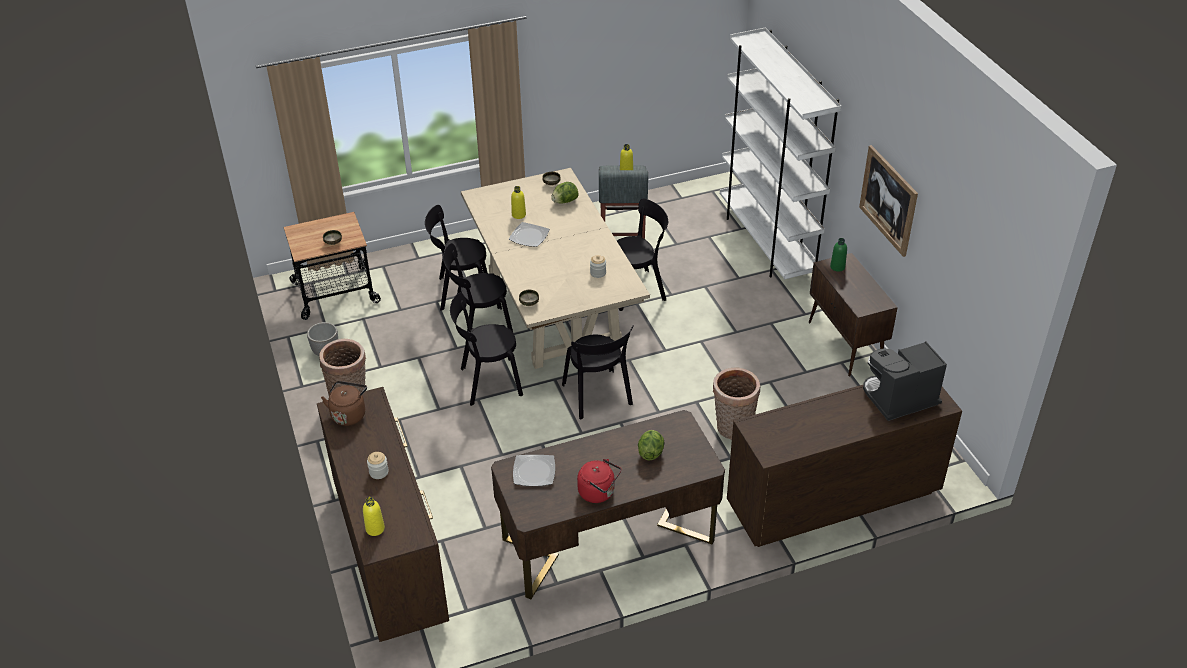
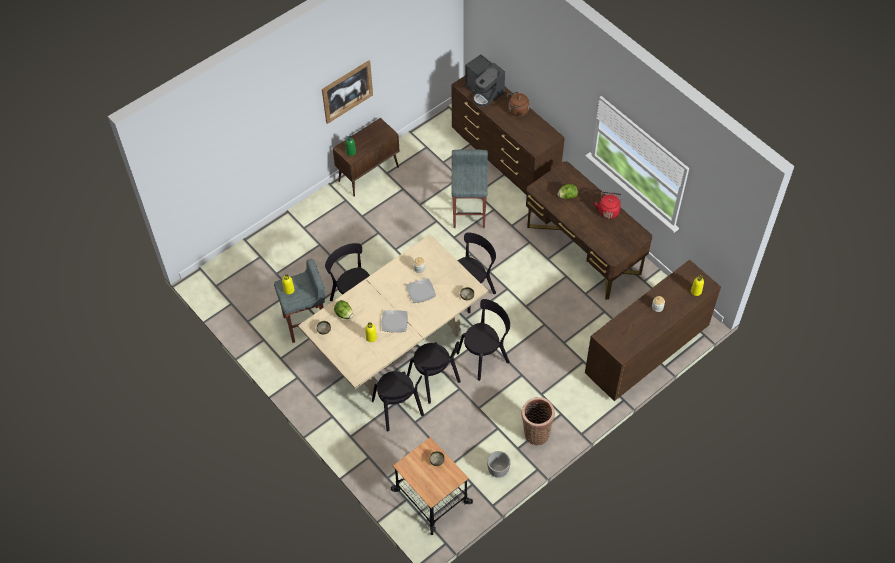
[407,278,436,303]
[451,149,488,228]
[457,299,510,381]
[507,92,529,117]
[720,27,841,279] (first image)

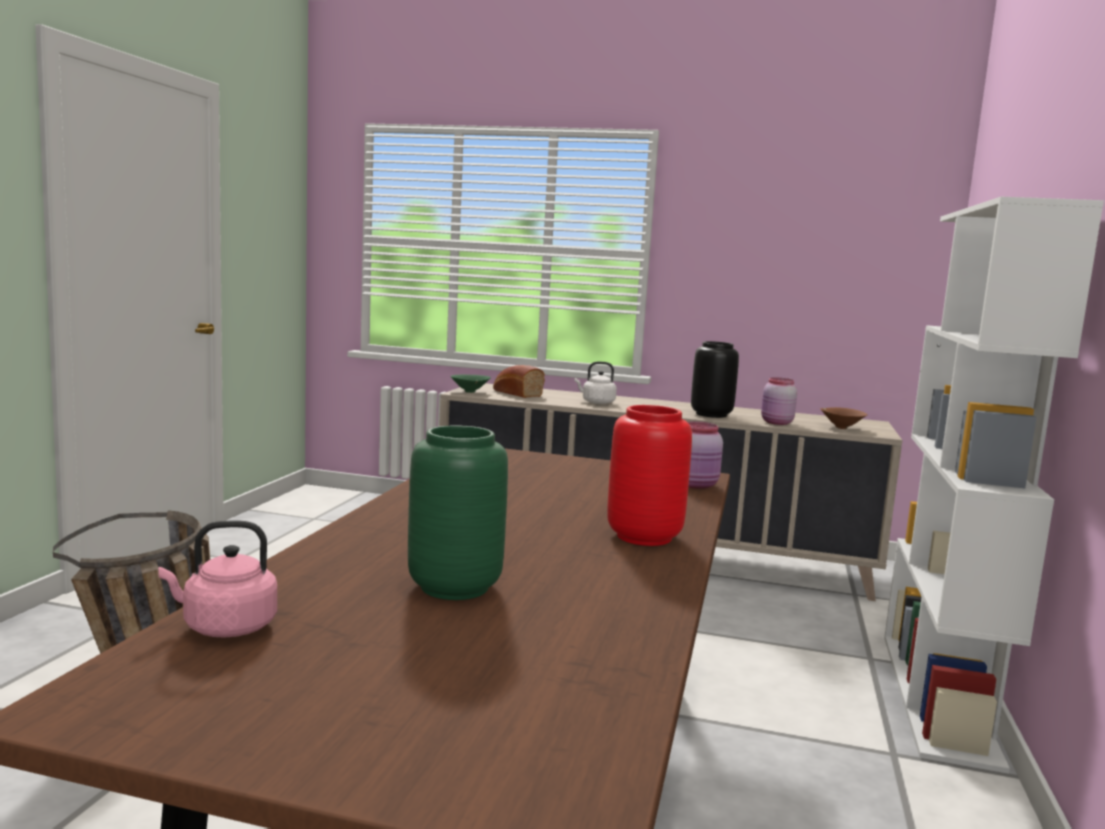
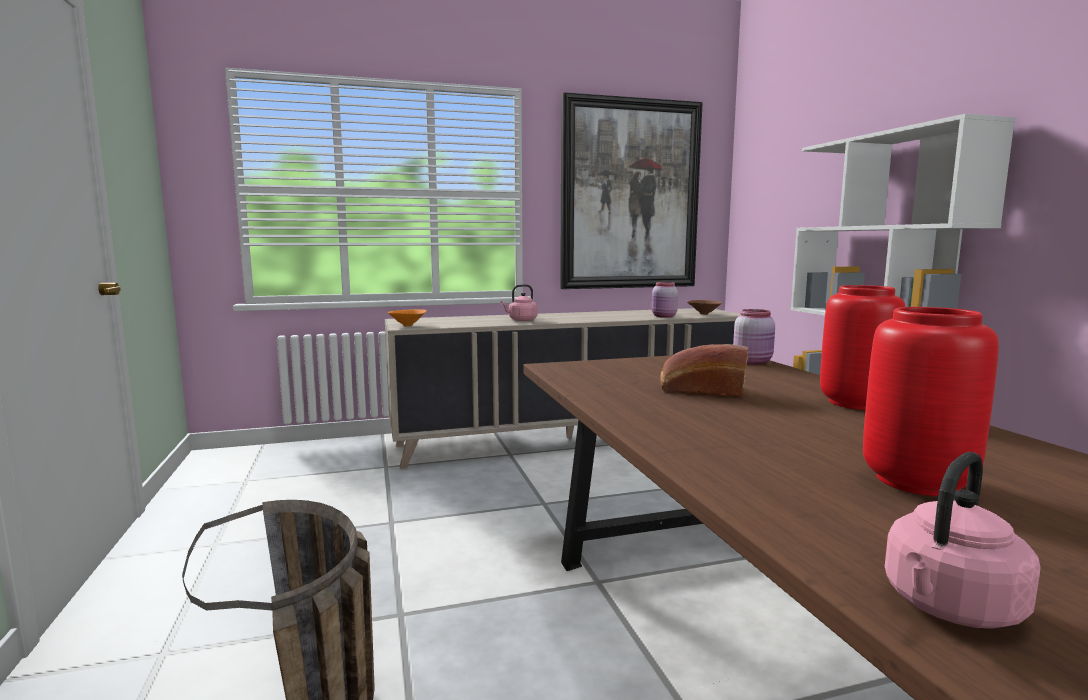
[387,309,427,326]
[501,284,538,321]
[560,92,703,289]
[660,344,748,397]
[863,307,999,496]
[691,341,739,418] (first image)

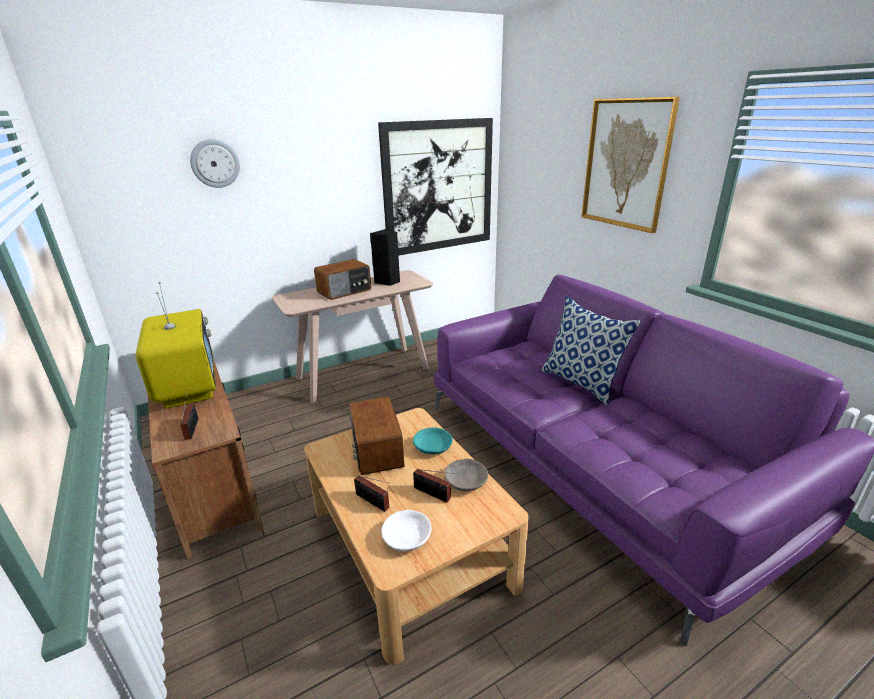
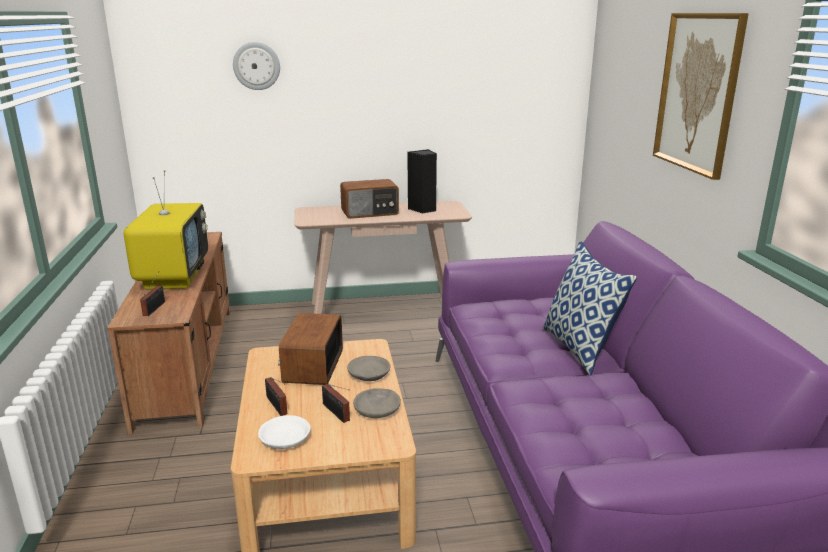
[347,356,390,381]
[378,118,493,256] (first image)

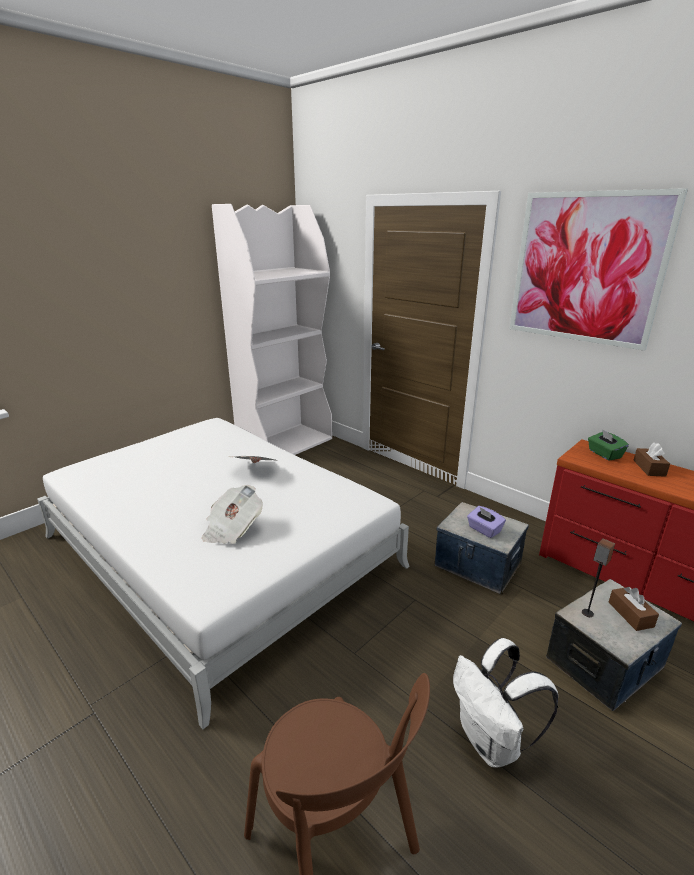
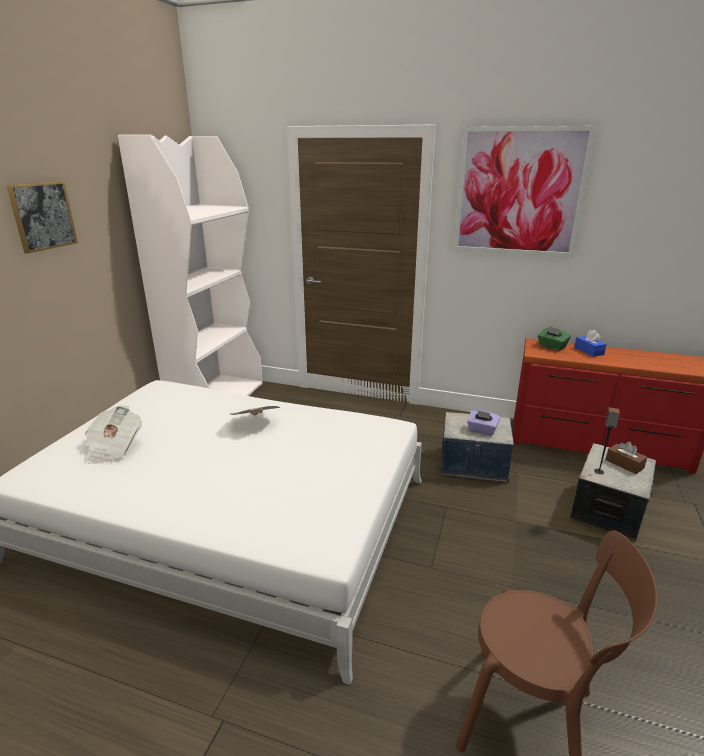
[6,181,78,254]
[84,405,142,464]
[574,330,607,357]
[453,638,558,768] (first image)

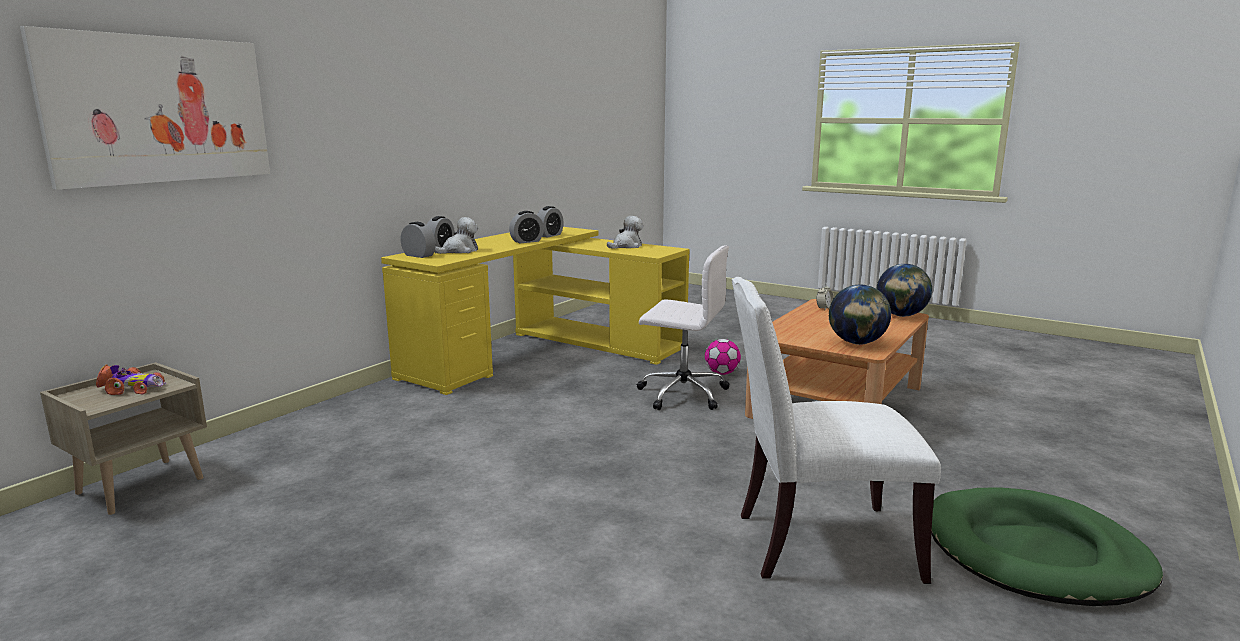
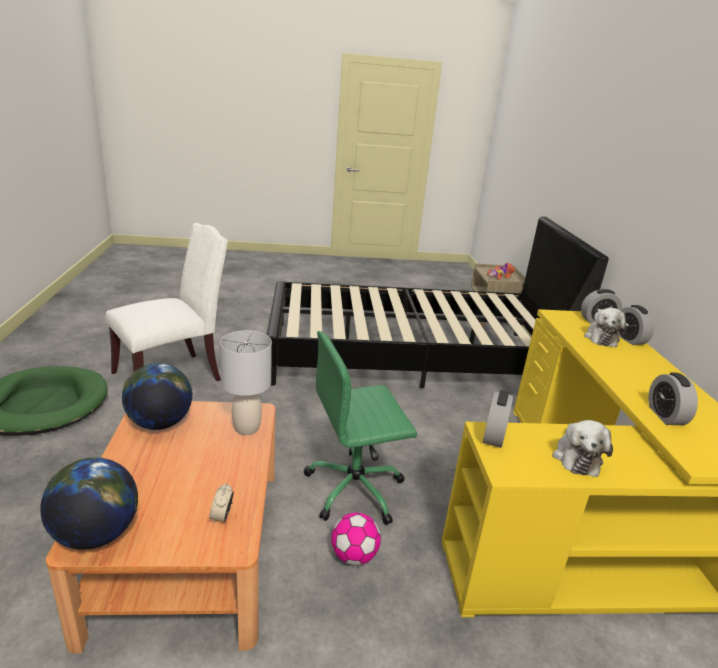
[220,331,272,435]
[267,217,609,388]
[304,331,417,525]
[483,390,513,448]
[20,26,270,190] (first image)

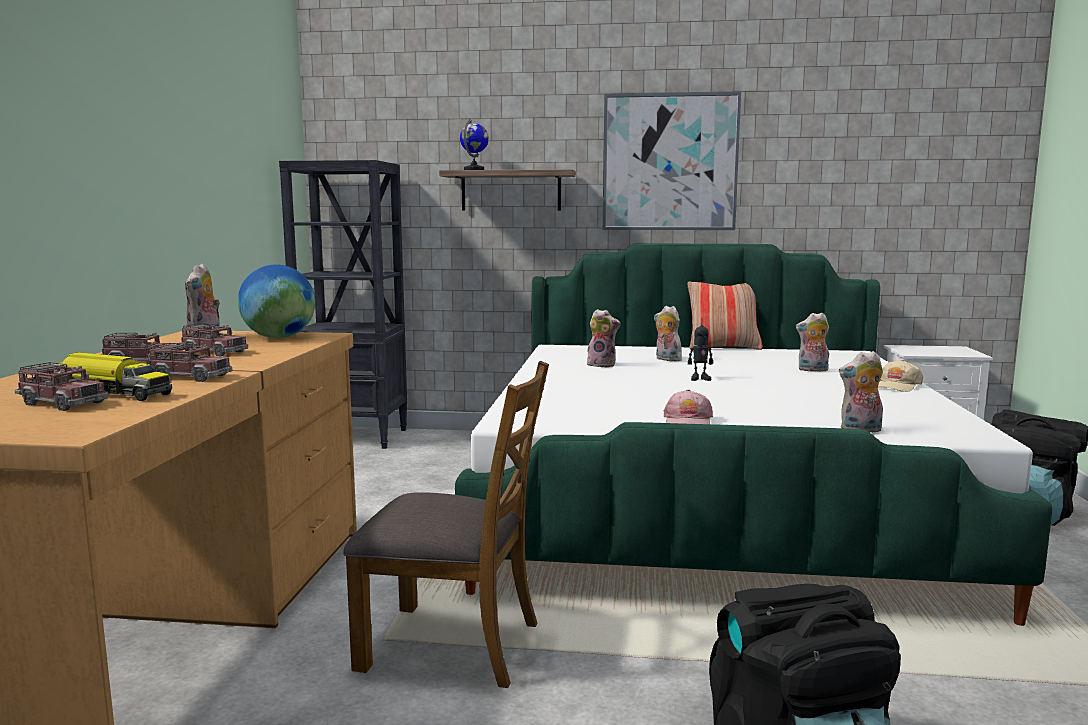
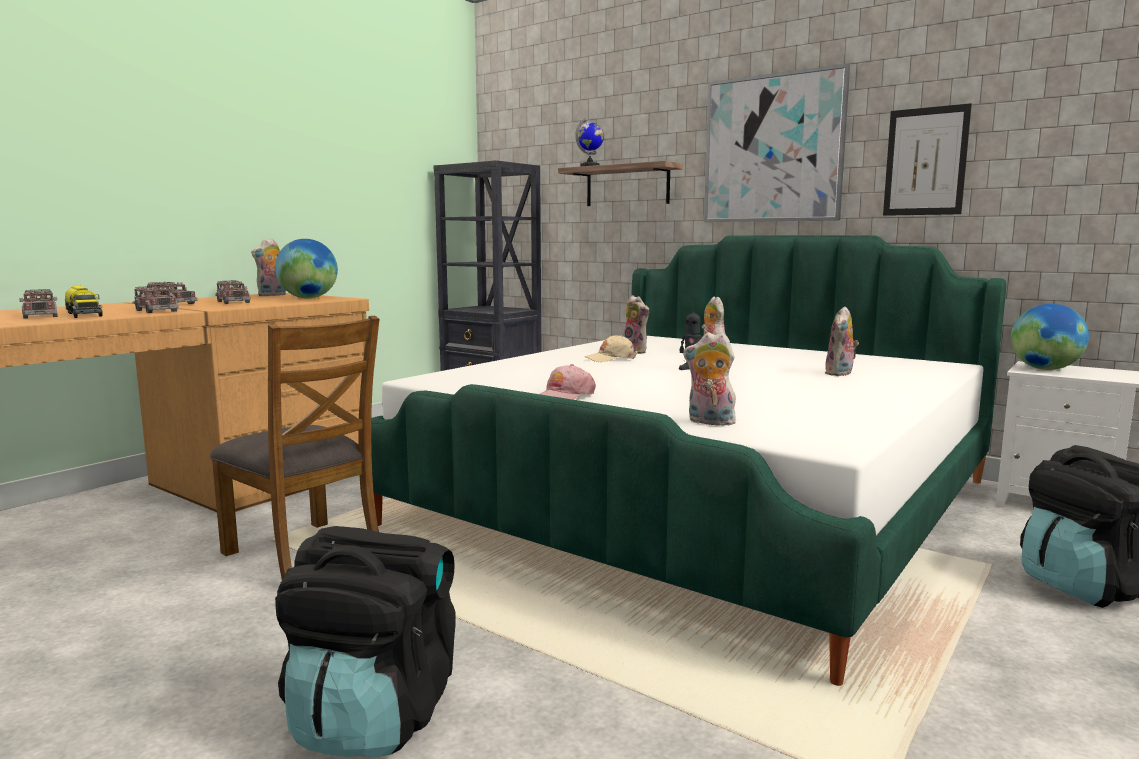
[585,335,638,362]
[825,306,859,376]
[883,103,972,216]
[1011,304,1089,370]
[688,282,763,350] (first image)

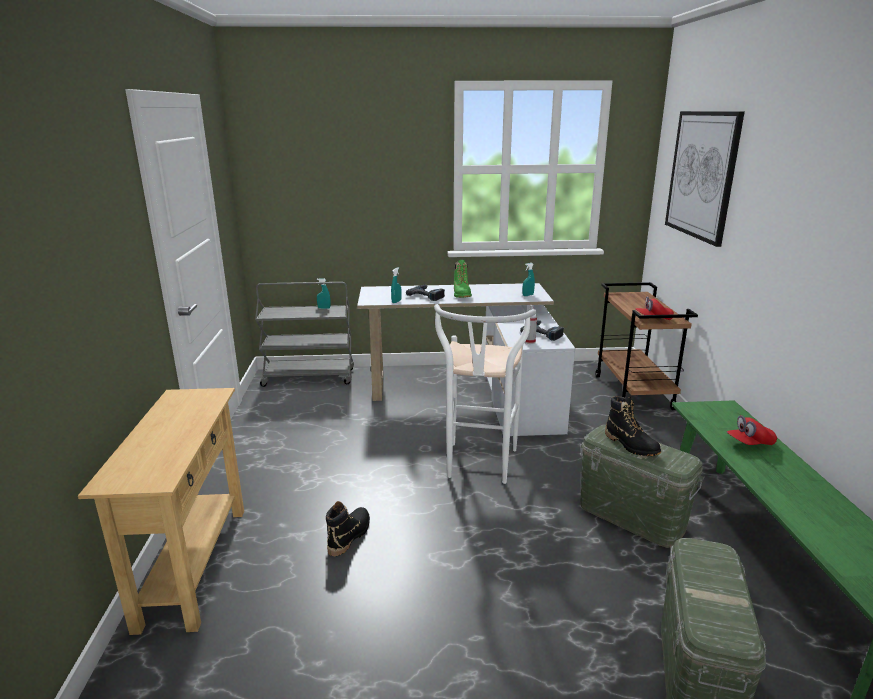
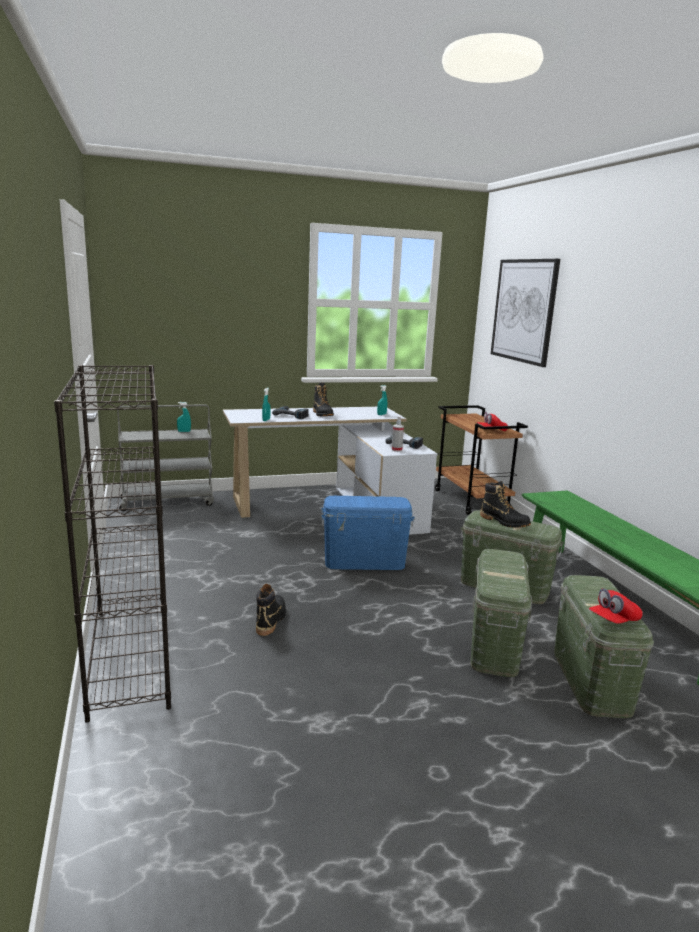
[54,365,171,723]
[313,383,334,416]
[321,496,414,570]
[471,549,532,677]
[589,588,643,624]

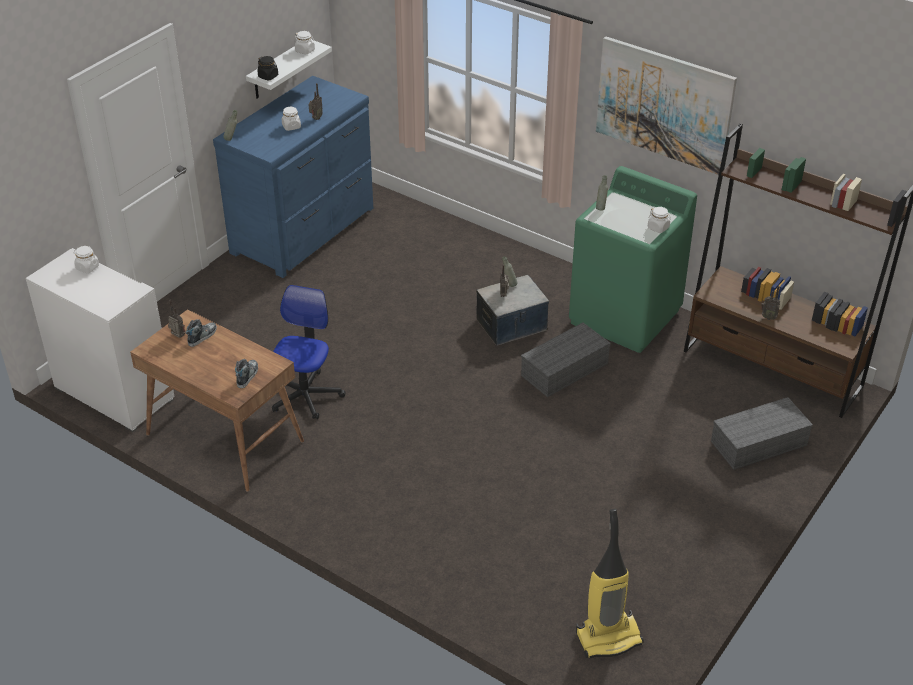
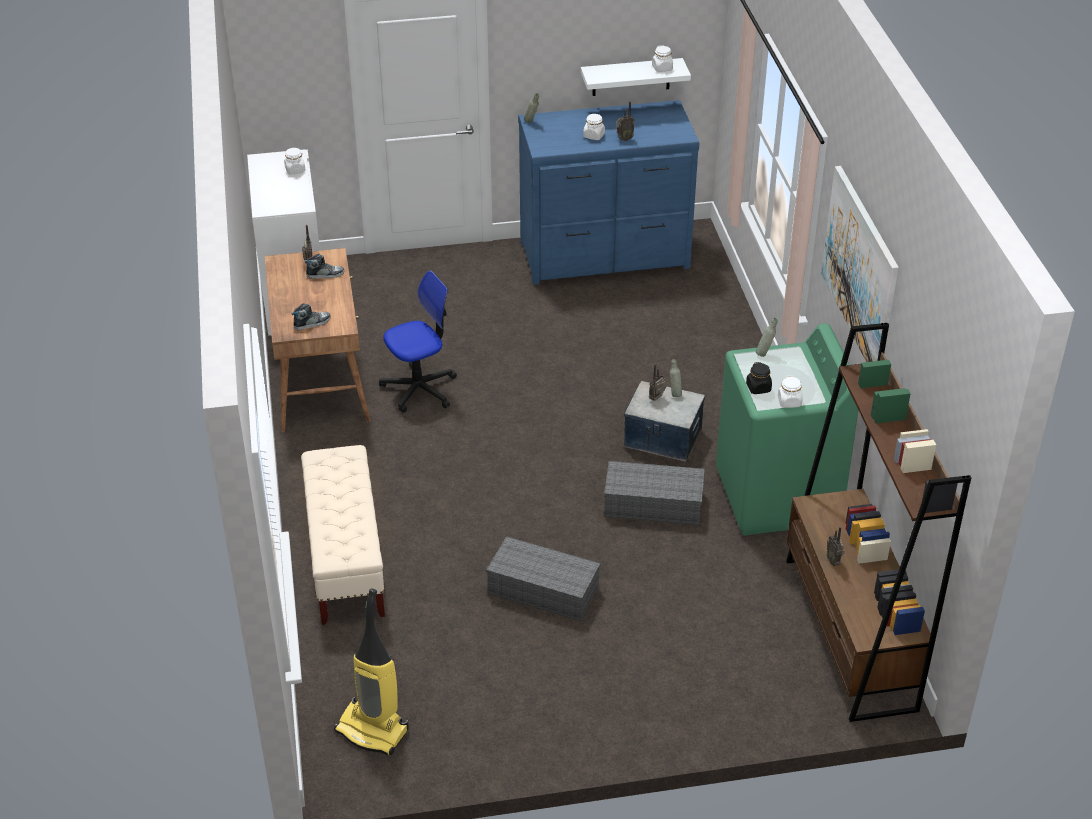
[301,445,385,625]
[486,536,600,621]
[746,362,772,394]

